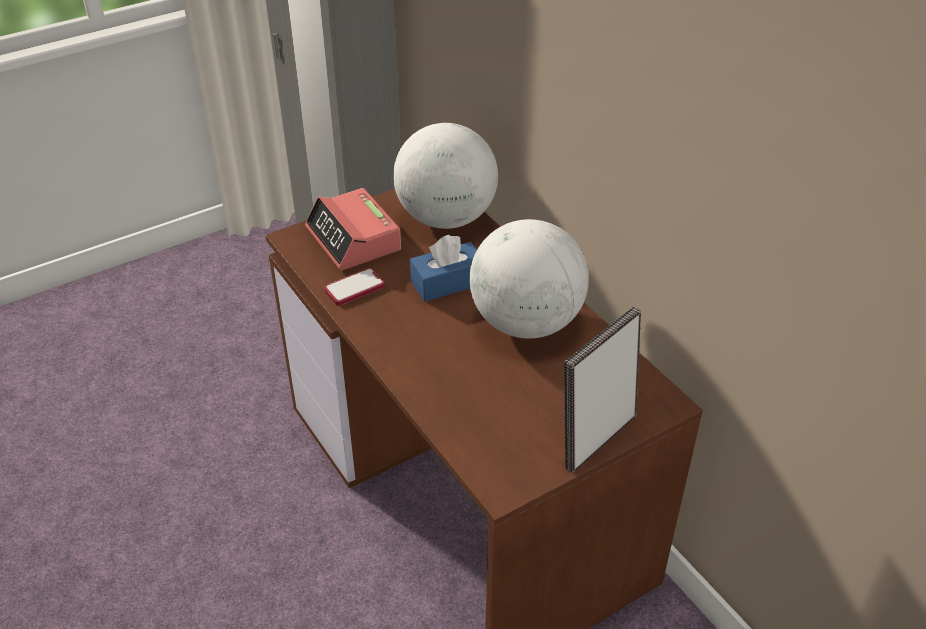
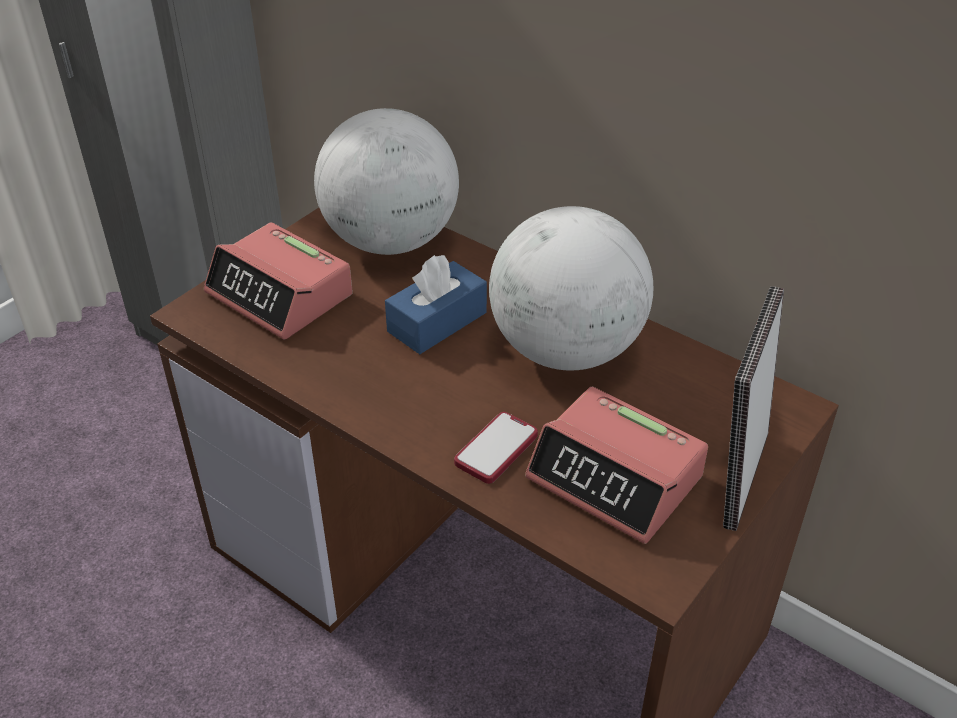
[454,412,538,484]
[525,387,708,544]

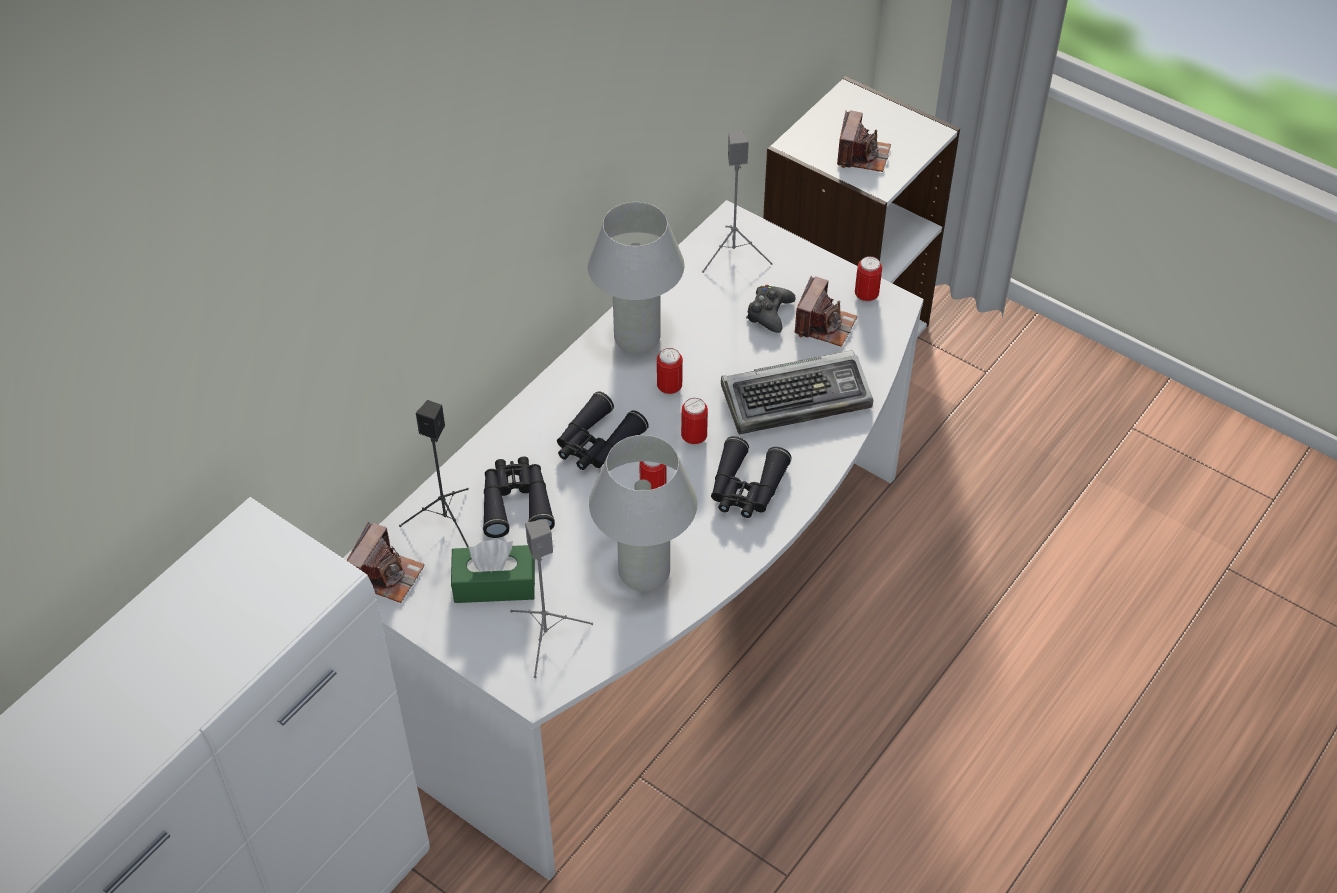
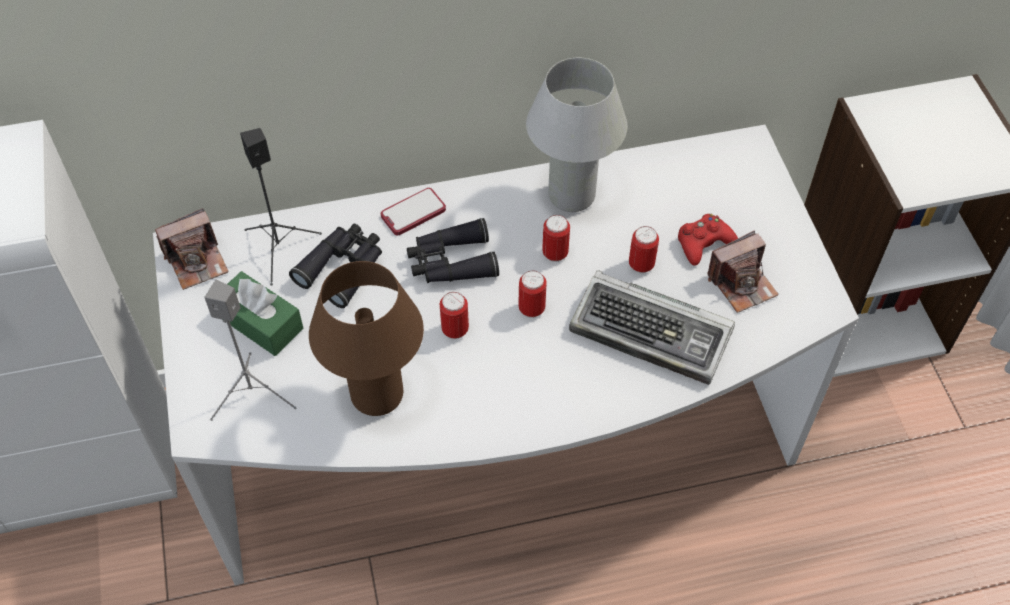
[309,261,424,416]
[381,188,446,235]
[629,226,659,273]
[678,214,738,266]
[702,131,773,273] (first image)
[711,436,791,518] (first image)
[837,110,891,172] (first image)

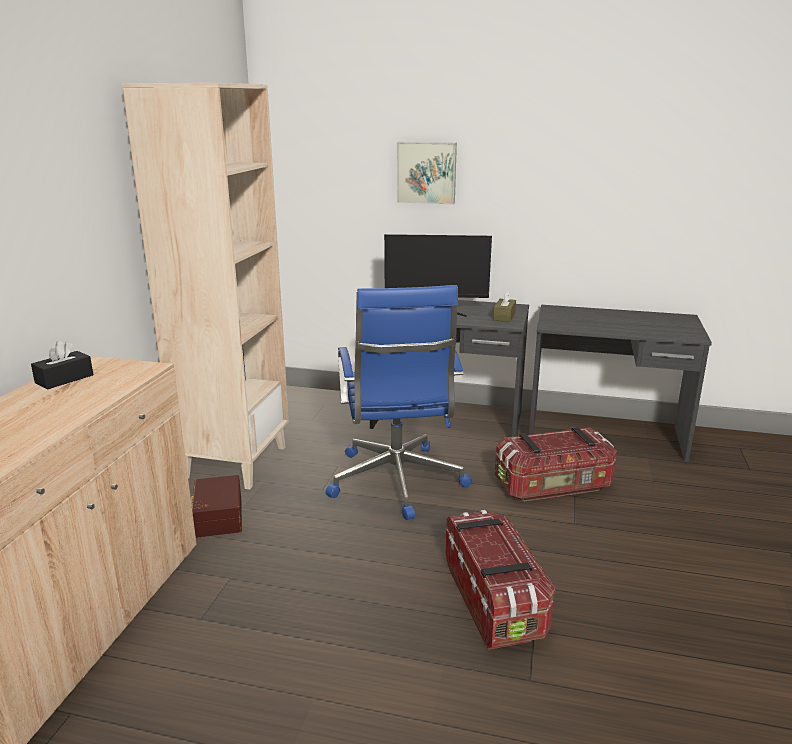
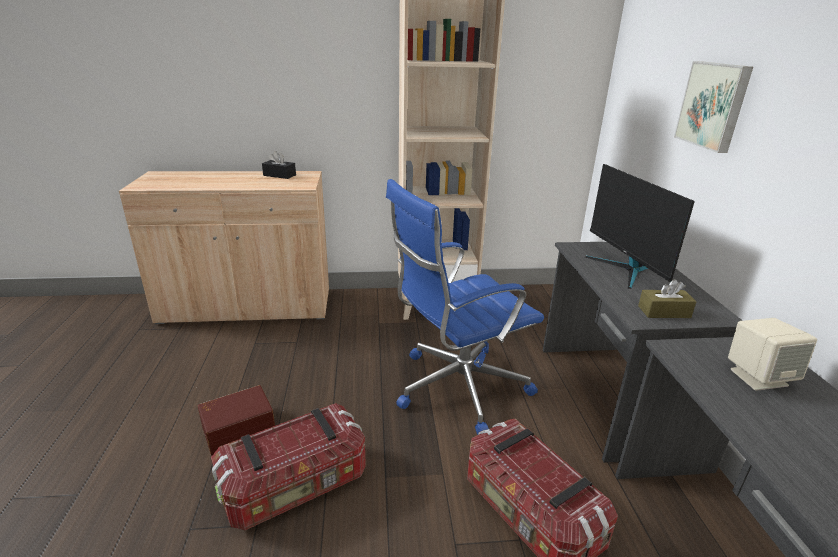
[198,385,275,456]
[728,318,817,391]

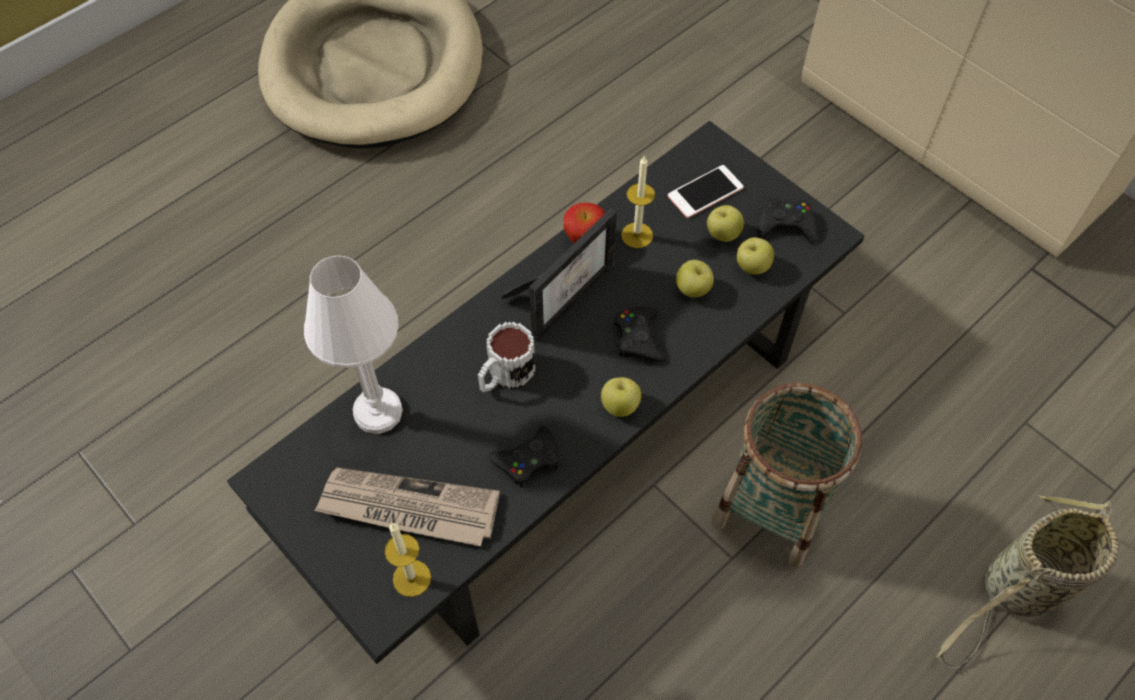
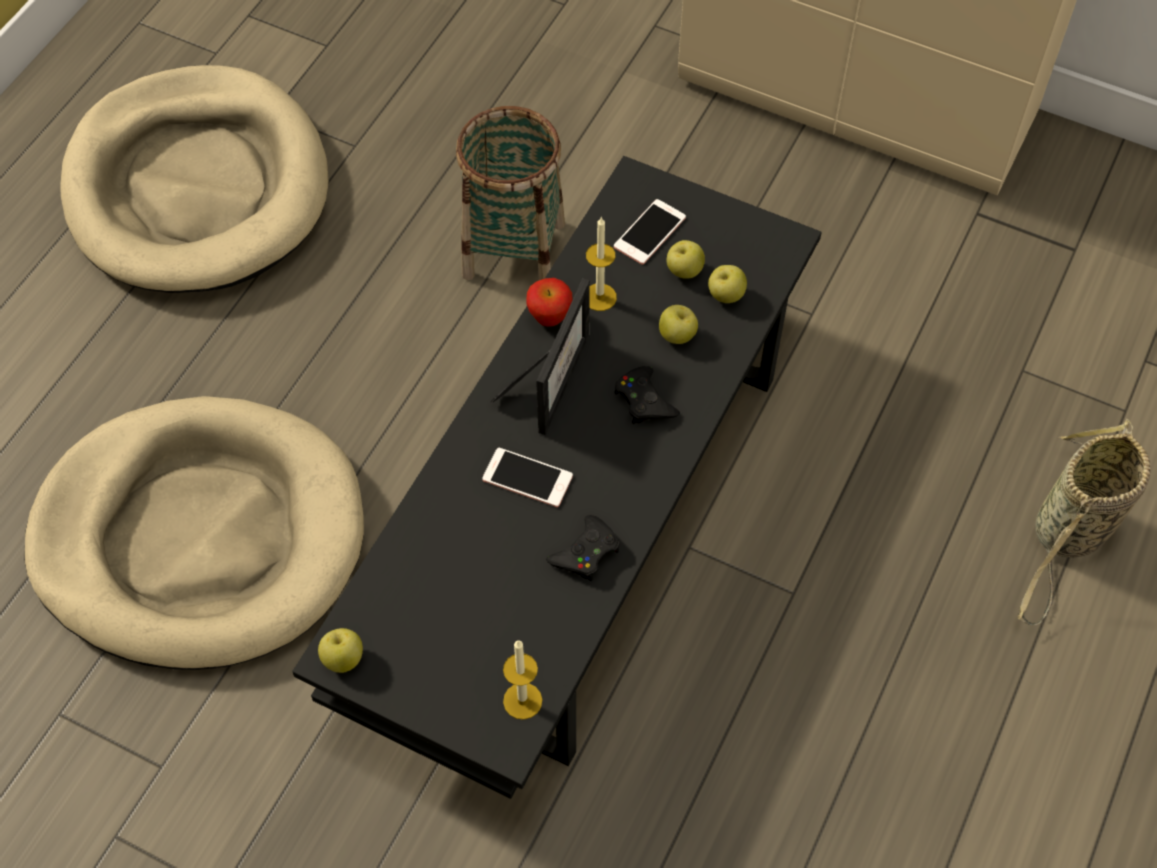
[24,396,364,670]
[318,628,363,673]
[456,106,565,280]
[482,448,573,507]
[304,256,403,434] (first image)
[314,467,500,546] (first image)
[757,198,817,244] (first image)

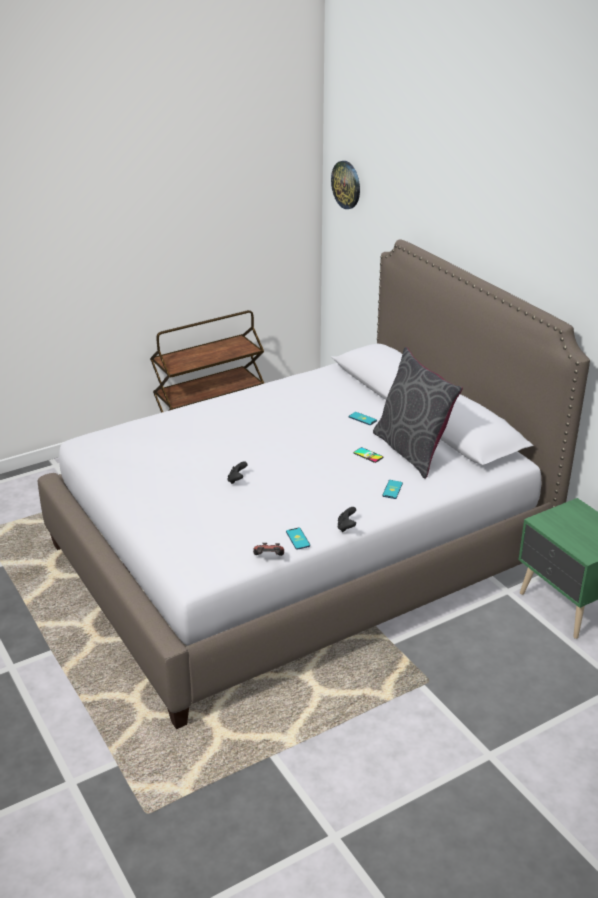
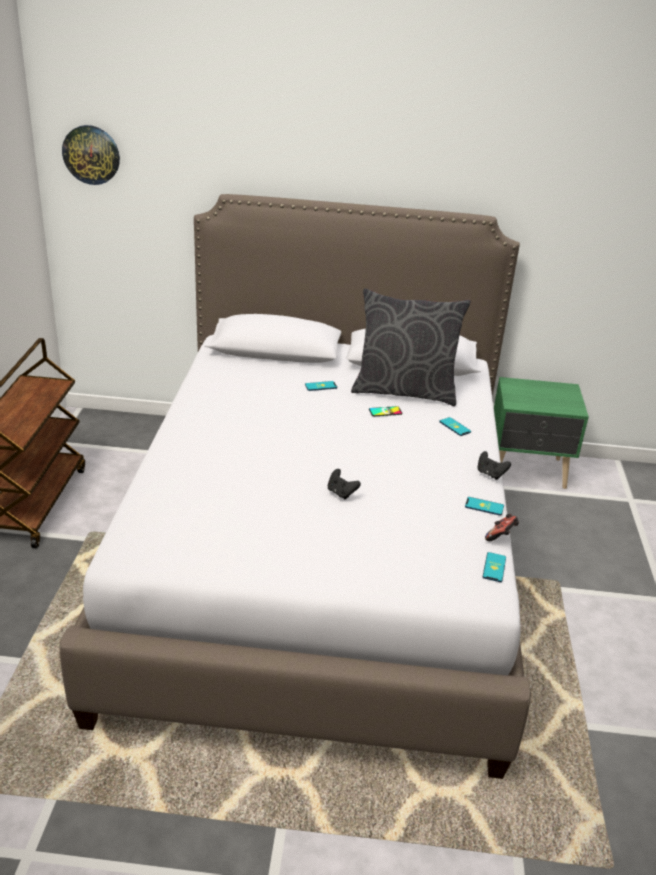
[483,552,506,582]

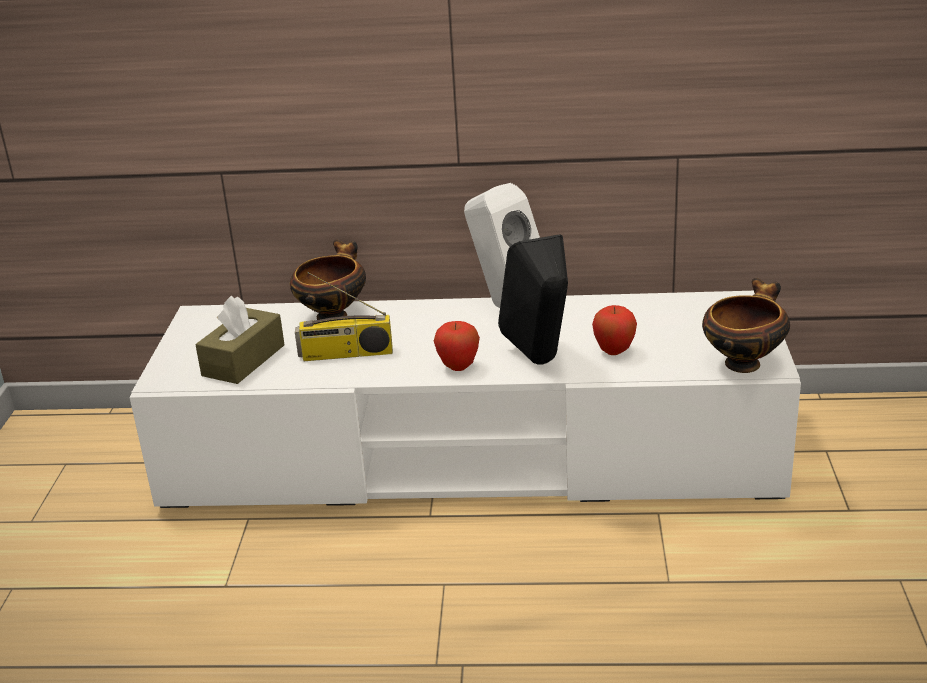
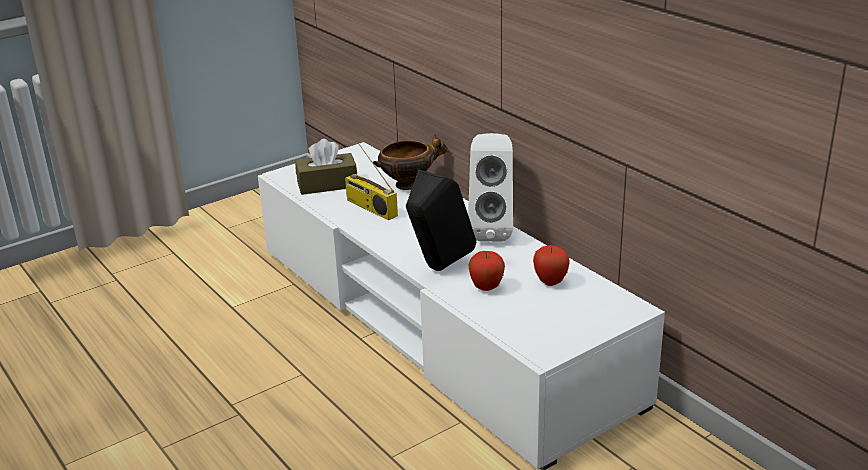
[533,245,570,286]
[702,278,790,373] (first image)

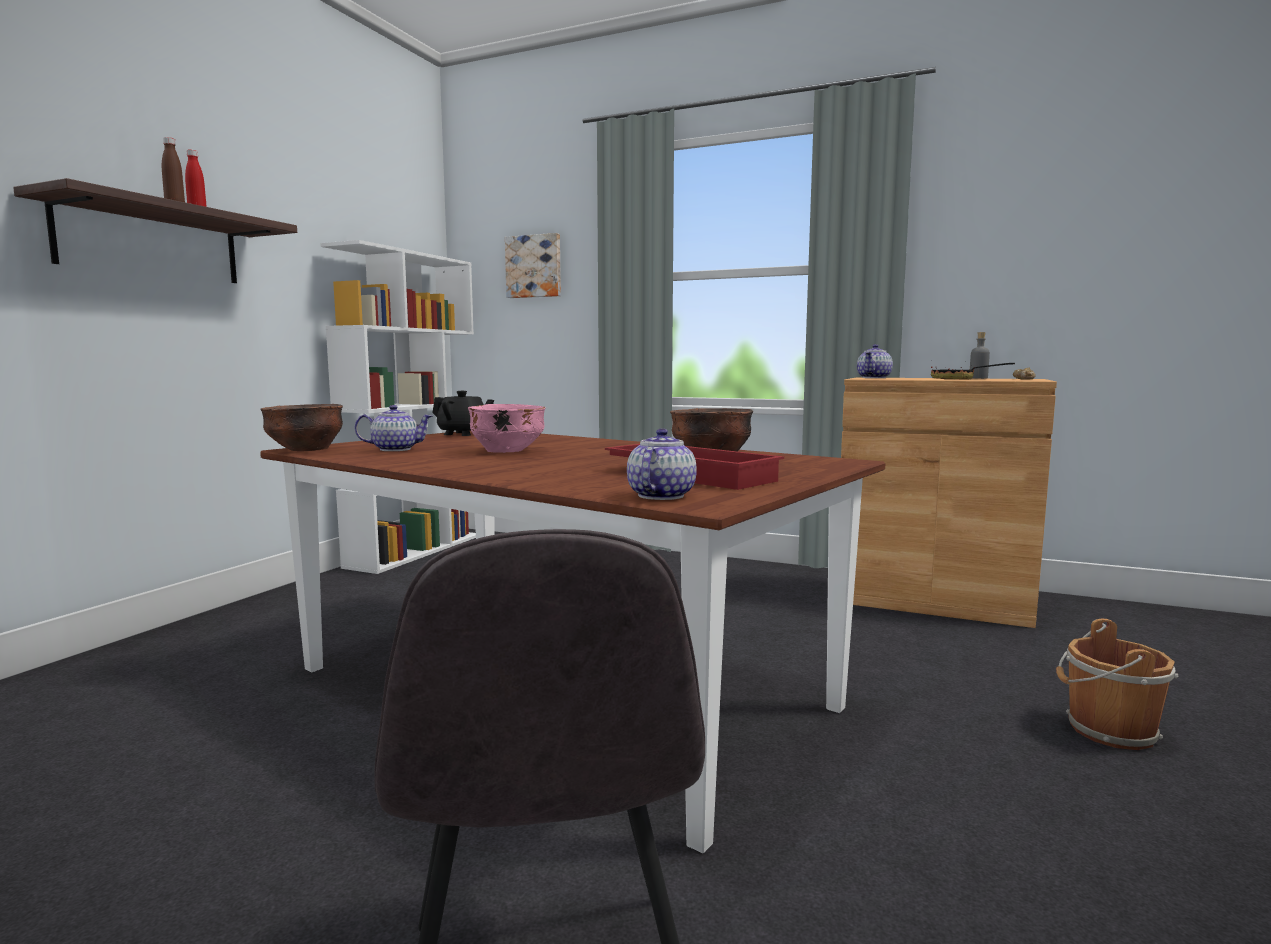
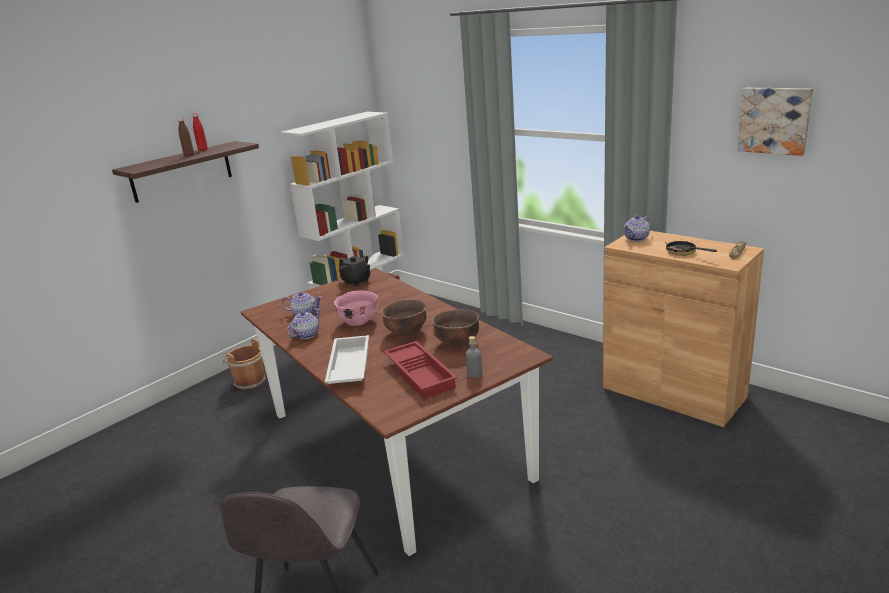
[223,339,266,390]
[287,309,320,339]
[325,335,369,384]
[381,300,427,337]
[466,336,482,378]
[737,88,813,156]

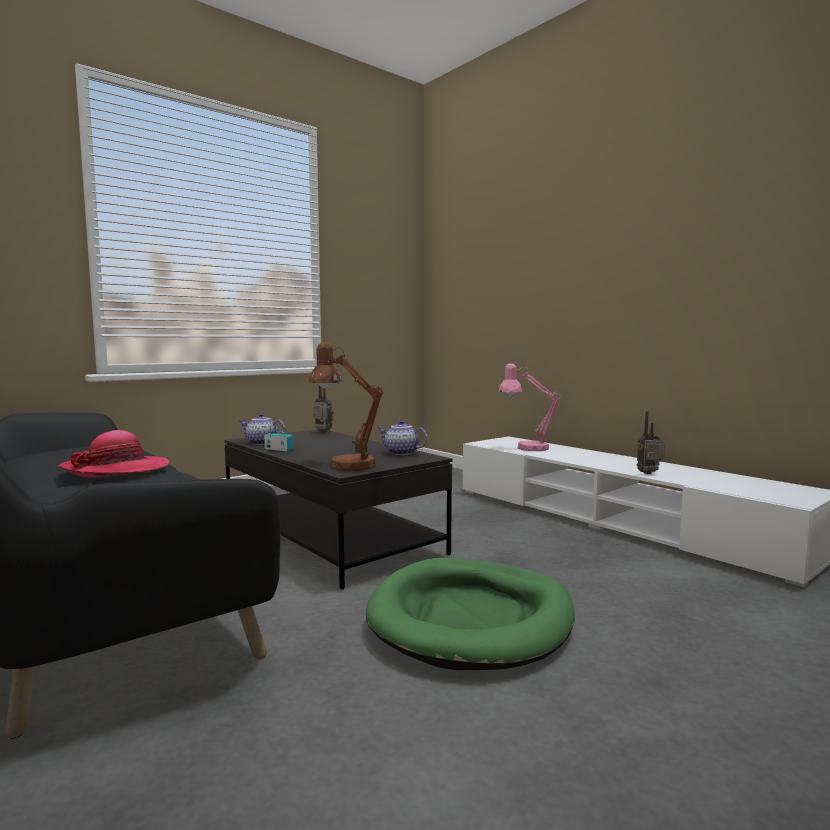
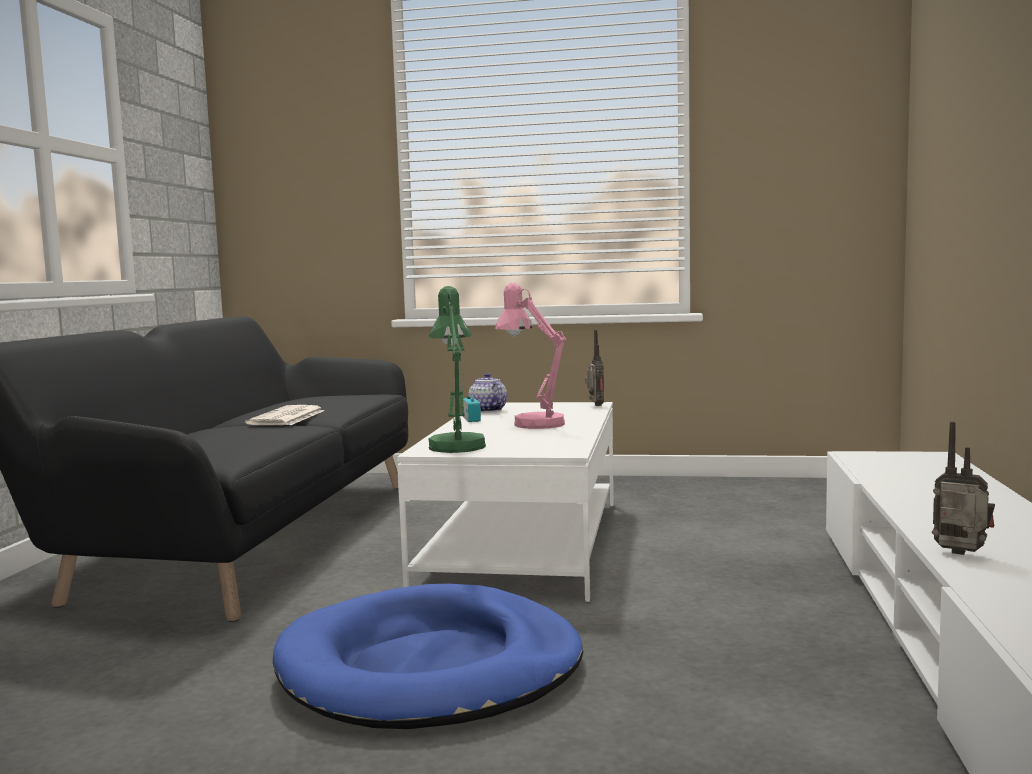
[245,405,324,425]
[273,584,583,729]
[397,402,614,602]
[428,286,486,453]
[495,283,566,429]
[377,420,428,455] (first image)

